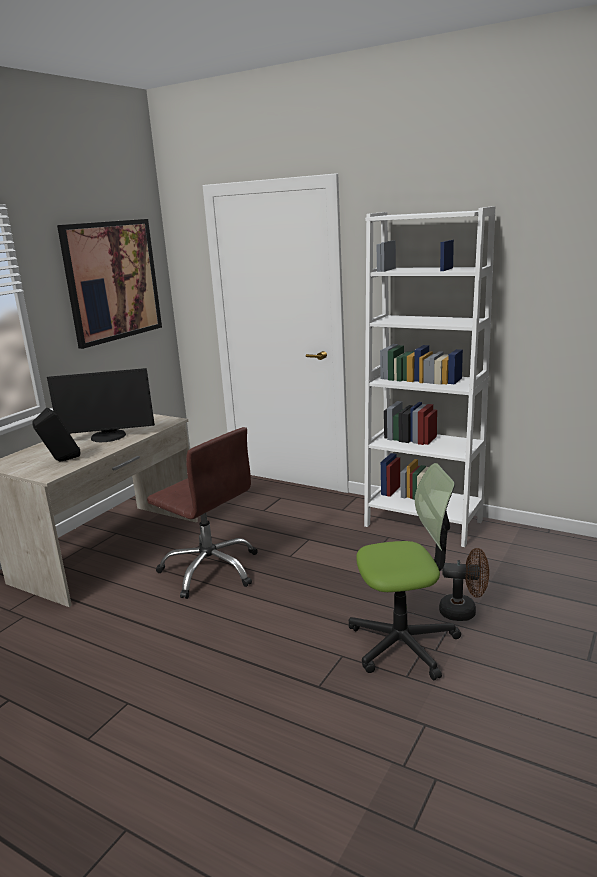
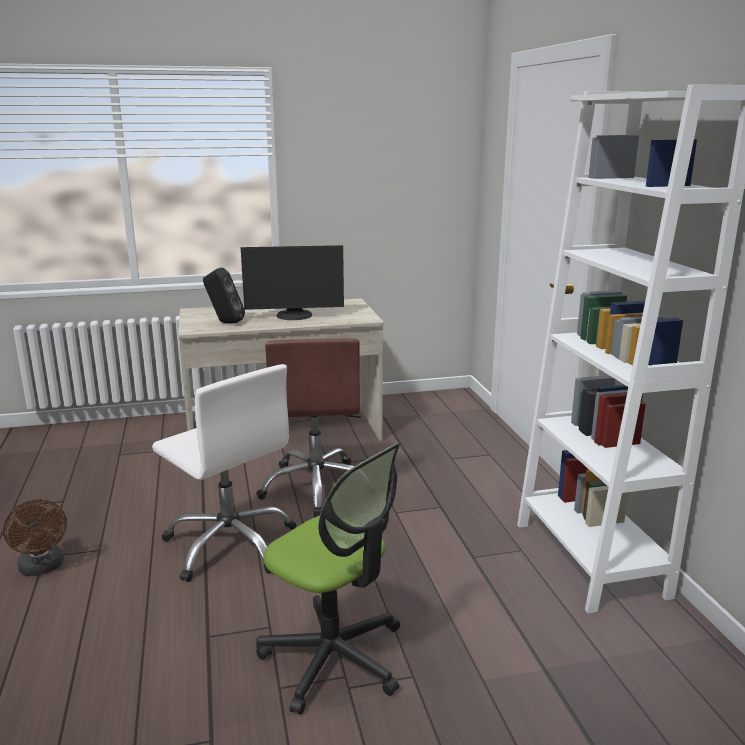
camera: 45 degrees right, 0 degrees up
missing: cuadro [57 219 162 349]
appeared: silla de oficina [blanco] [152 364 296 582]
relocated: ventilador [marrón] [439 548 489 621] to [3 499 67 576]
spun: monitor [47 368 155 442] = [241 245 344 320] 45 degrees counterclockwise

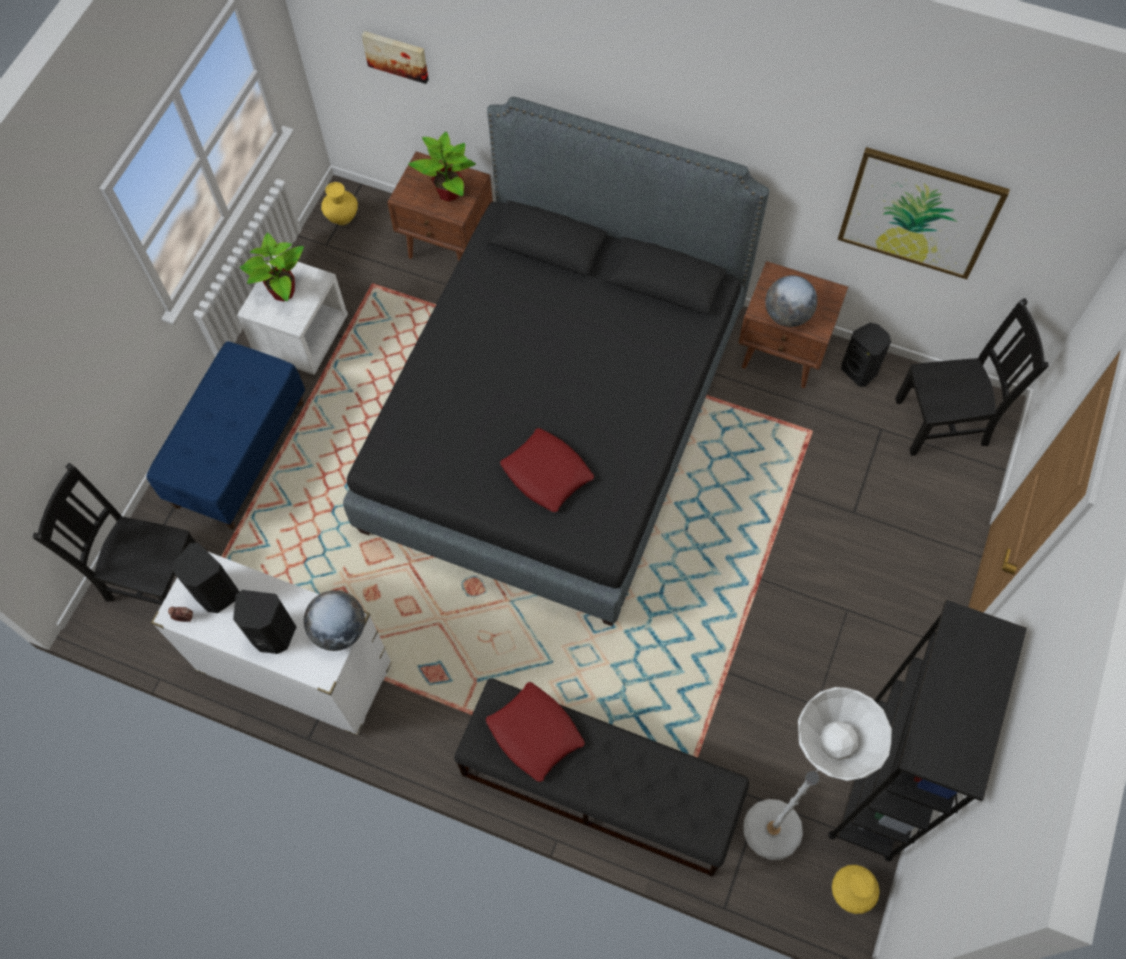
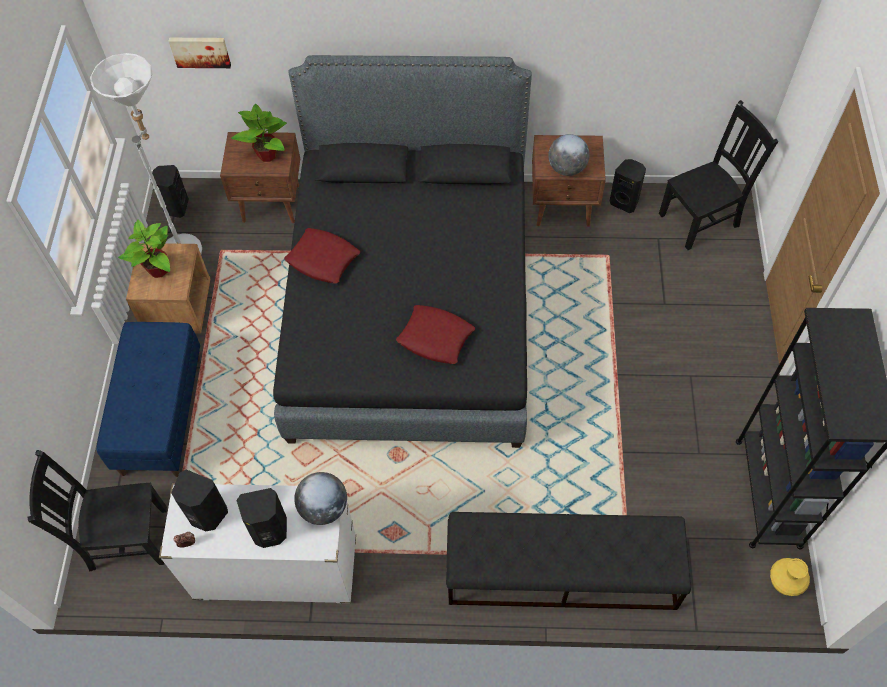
camera: 20 degrees left, 5 degrees down
missing: cuadro [837 147 1010 279]
relocated: cojín [rojo] [486 682 585 782] to [284 228 360 284]; lámpara de pie [blanco] [743 687 892 860] to [90 53 202 253]
exchanged: florero [amarillo] [321 182 358 225] to altavoz [negro] [150 165 189 218]
colour: mesita de noche [blanco] [237 255 348 375] to mesita de noche [marrón] [126 243 210 333]

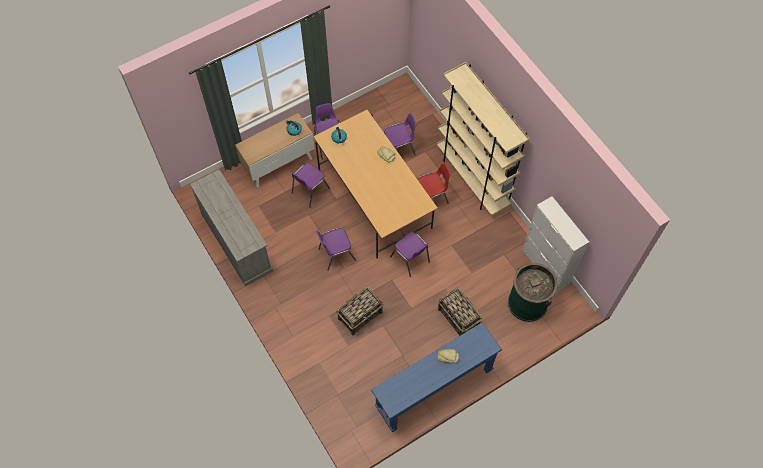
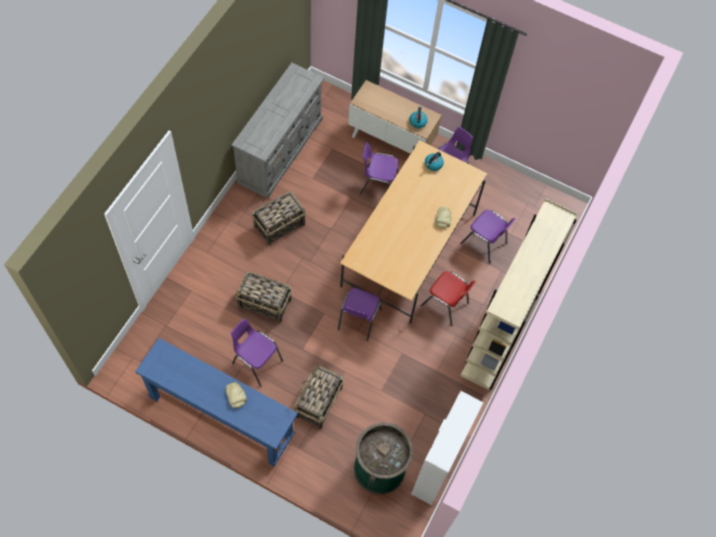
camera: 55 degrees right, 0 degrees up
appeared: cesta [252 191 306 246]
relocated: silla [morado] [316 228 356 271] to [231 319 283 387]

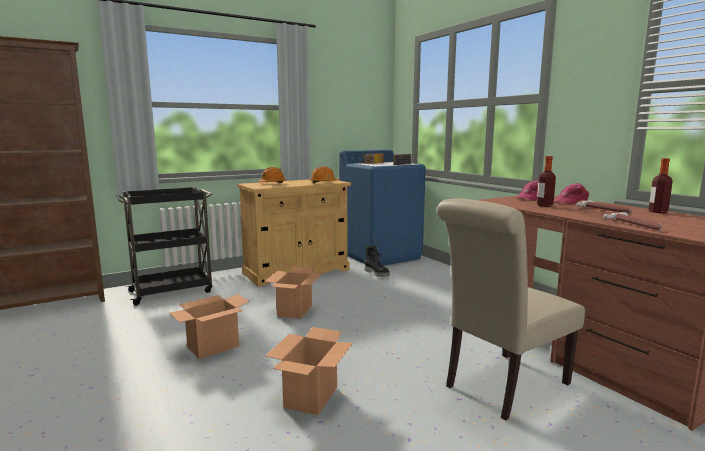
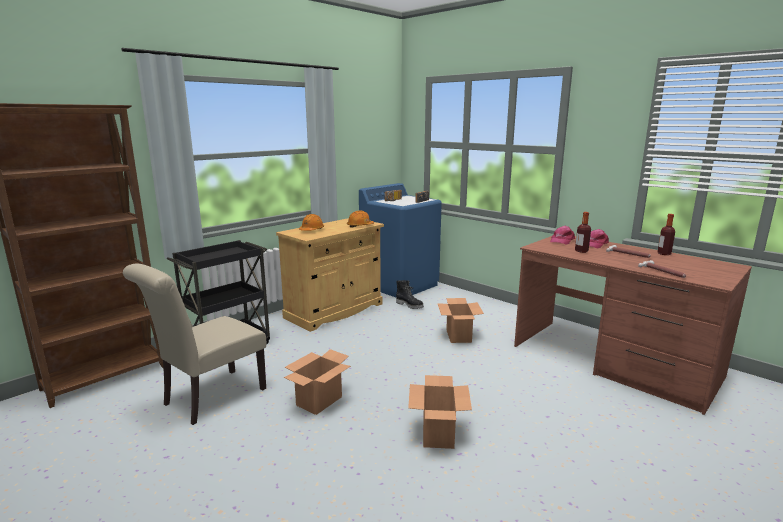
camera: 15 degrees left, 5 degrees up
relocated: caja de cartón [264 267 323 319] to [437 298 484 343]; silla [beis] [437 198 585 421] to [123 264 266 425]

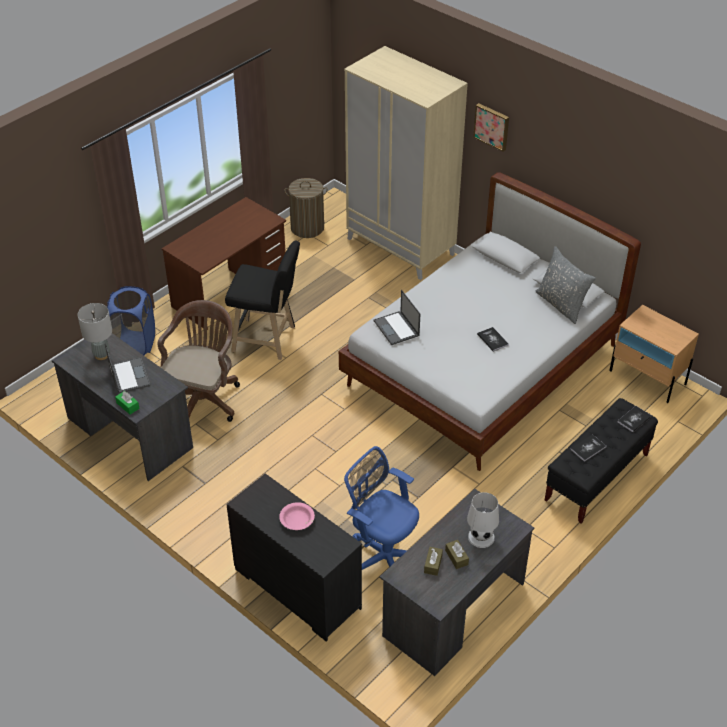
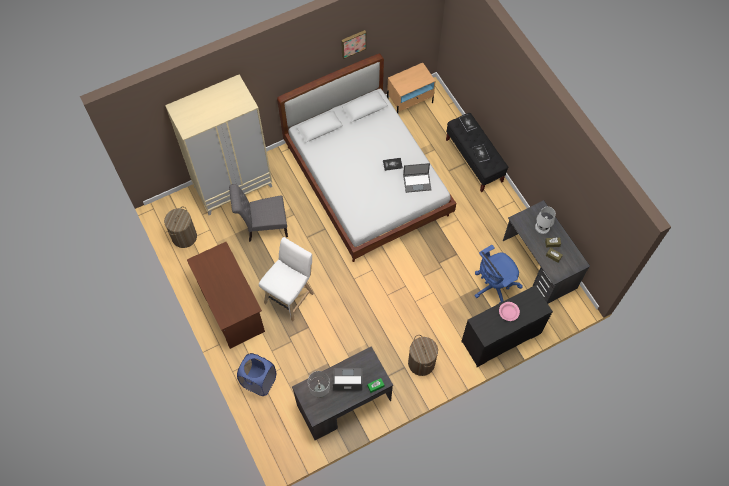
camera: 70 degrees left, 20 degrees up
missing: silla de oficina [marrón] [158 300 240 422]; cojín [gris] [536 246 596 324]
appeared: silla [gris] [229 184 288 242]; cesto de la ropa [408 335 438 376]
relocated: portátil [374 290 420 345] to [403 163 431 193]; cuadro [473 103 509 152] to [341 30 366 59]
colour: taburete [negro] [225 240 300 360] to taburete [blanco] [259 237 314 321]

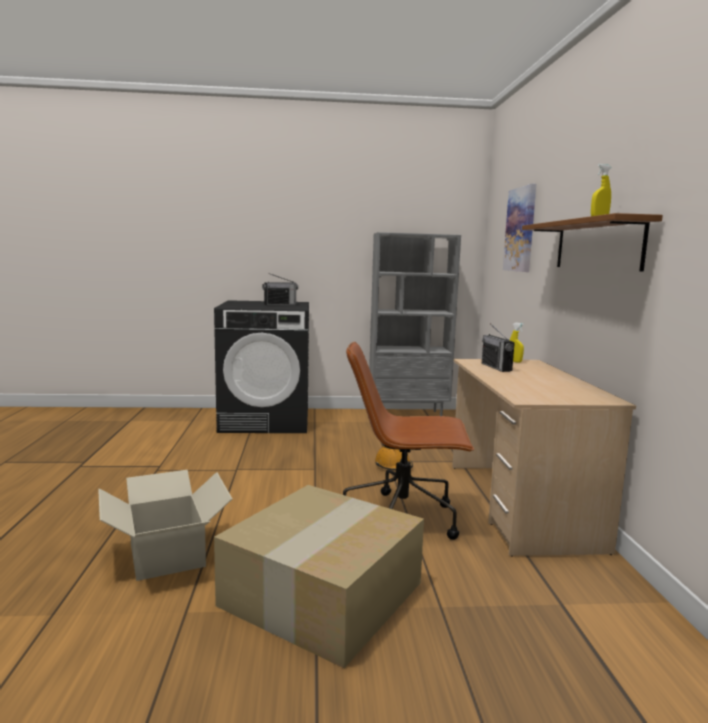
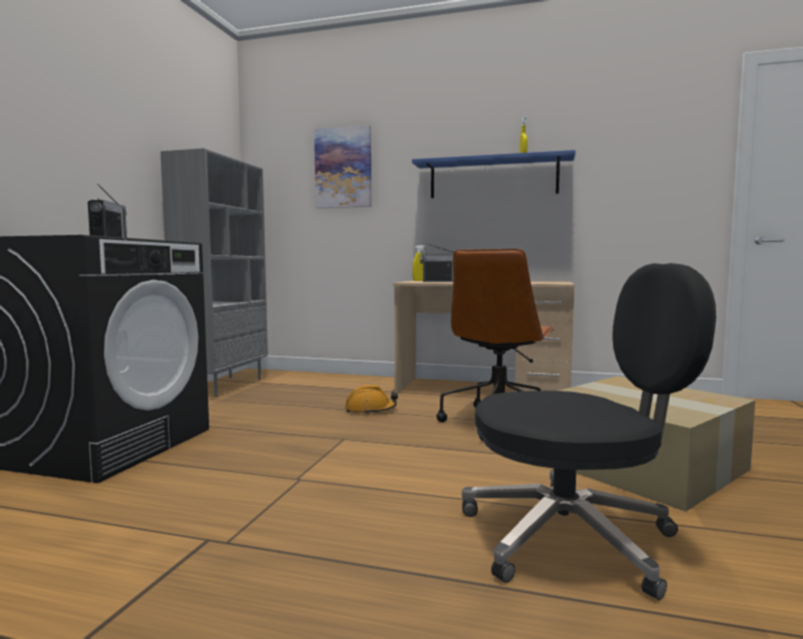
camera: 70 degrees left, 5 degrees down
exchanged: caja de cartón [98 470 232 581] to silla de oficina [negro] [462 263 716 600]
colour: estante [marrón] [522 213 663 272] to estante [azul] [412 150 576 198]

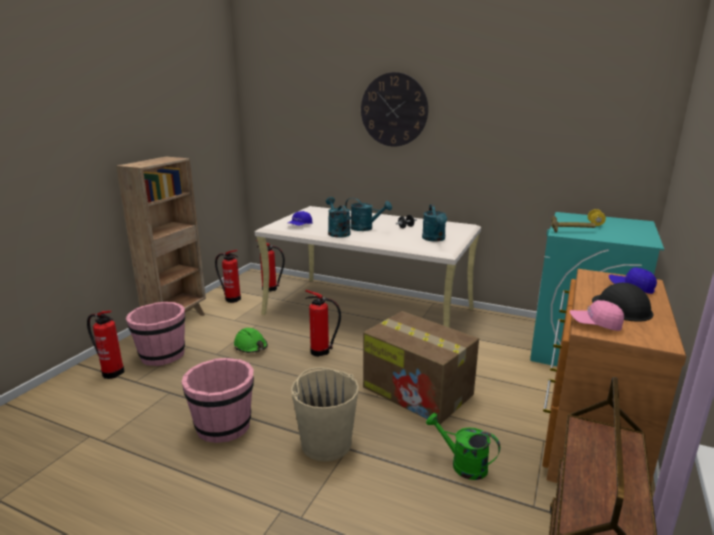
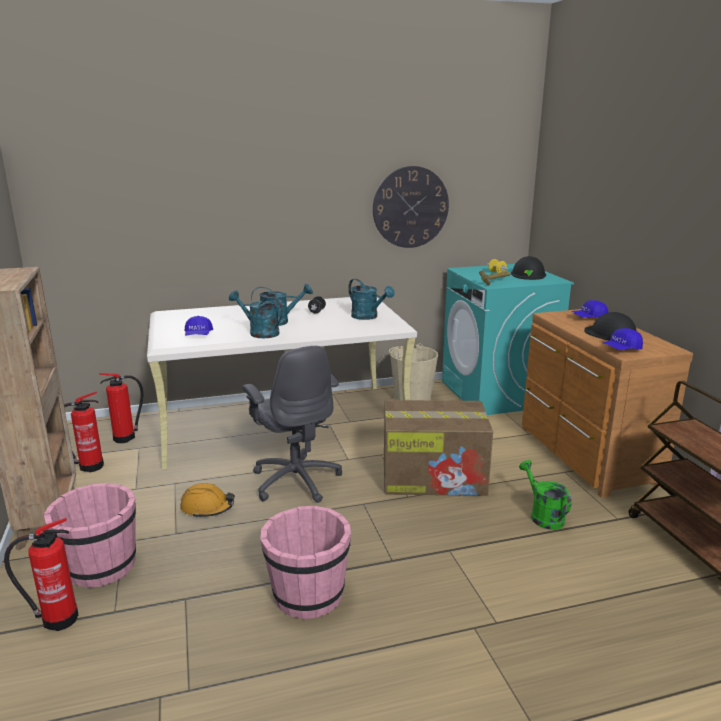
camera: 40 degrees left, 0 degrees up
appeared: casco [negro] [511 256 546 280]
relocated: cubo [beis] [291 367 359 462] to [389 344 438 400]; reloj de pared [361 72 428 147] to [373 166 449 248]
exchanged: extintor [305 290 341 357] to silla de oficina [gris] [242 346 342 503]
colour: casco [verde] [234 328 268 353] to casco [naranja] [180 483 235 518]; gorra [rosa] [570 300 624 331] to gorra [azul] [603 328 643 350]
spun: regadera [verde] [426 413 500 480] = [519 460 571 530] 75 degrees clockwise

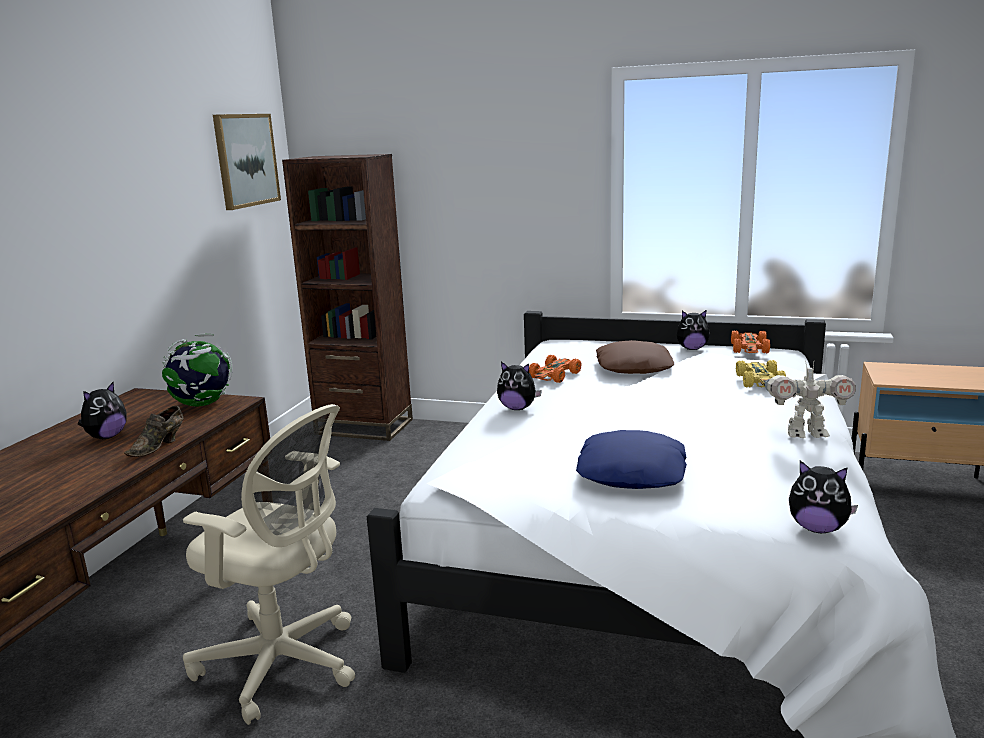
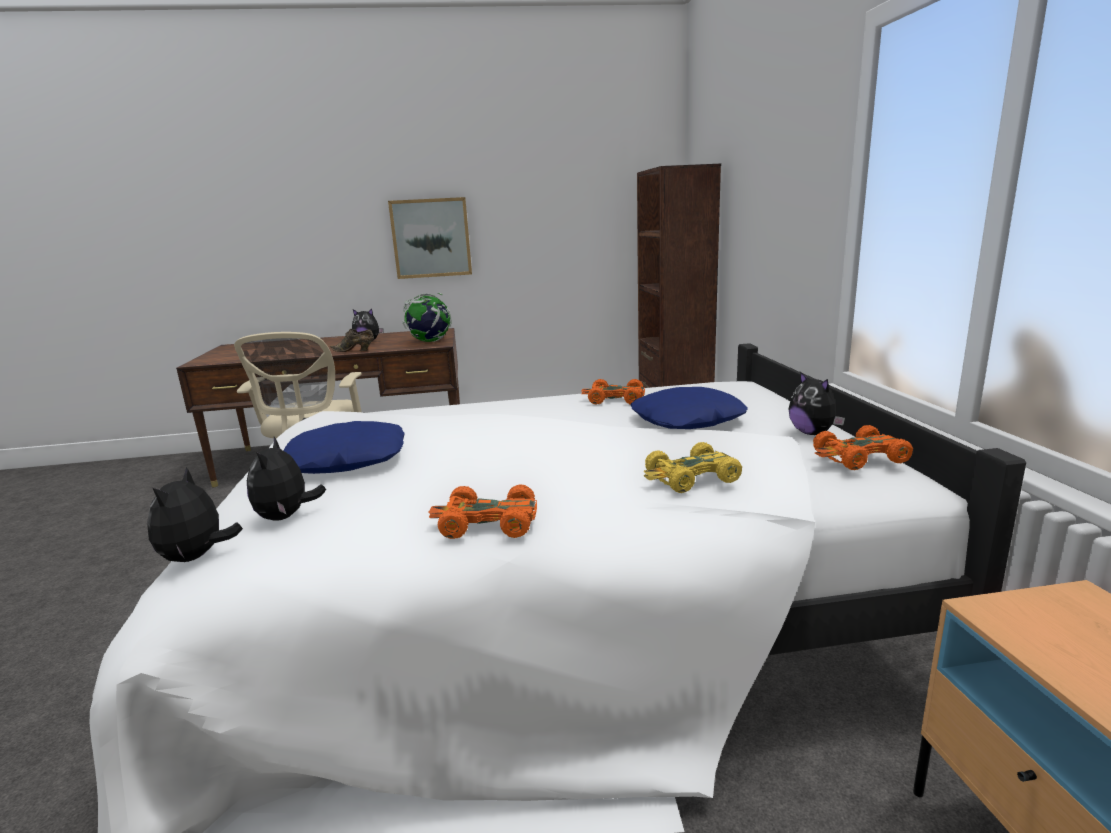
camera: 65 degrees right, 0 degrees up
relocated: cuadro [213 114 281 210] to [388 197 472 279]; peluche [497 362 542 410] to [247 437 326 521]
exchanged: robot de juguete [765 363 856 438] to coche de juguete [naranja] [429 484 537 539]
colour: cojín [marrón] [596 340 674 374] to cojín [azul] [631 387 748 429]

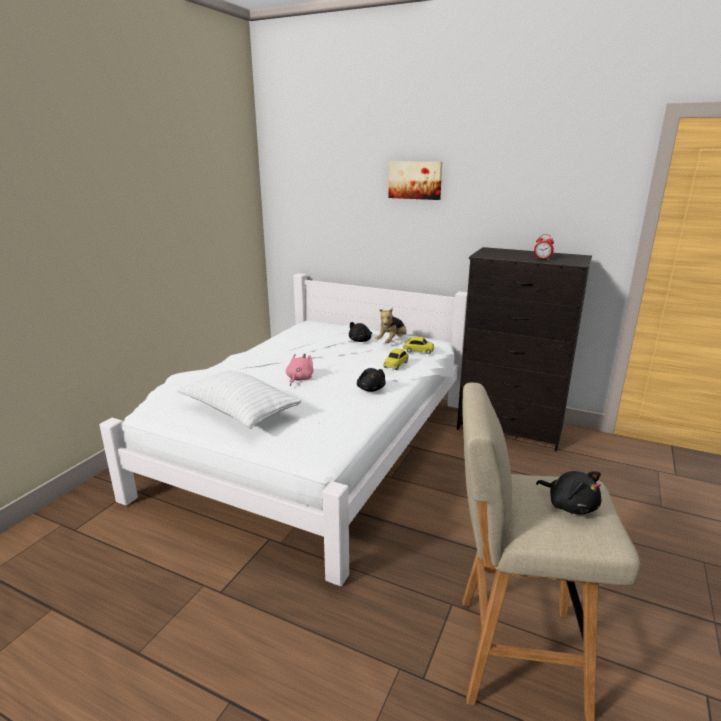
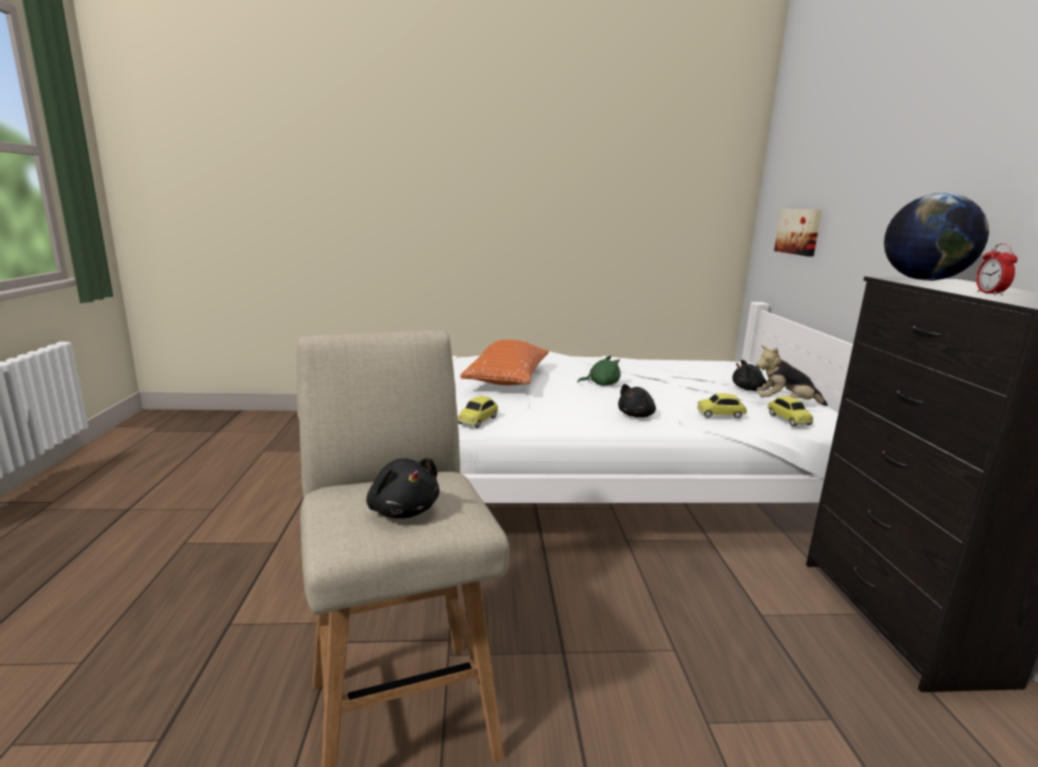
camera: 60 degrees right, 5 degrees down
appeared: coche de juguete [458 396 498 428]; globo terráqueo [884 193 989 281]
relocated: cuadro [388 161 442 200] to [774 209 822 257]
colour: cojín [blanco] [177 370 302 429] to cojín [naranja] [460 340 549 385]; peluche [rosa] [286 353 314 386] to peluche [verde] [577 356 621 386]
spun: peluche [negro] [536 471 601 515] = [366 458 439 518] 60 degrees counterclockwise

